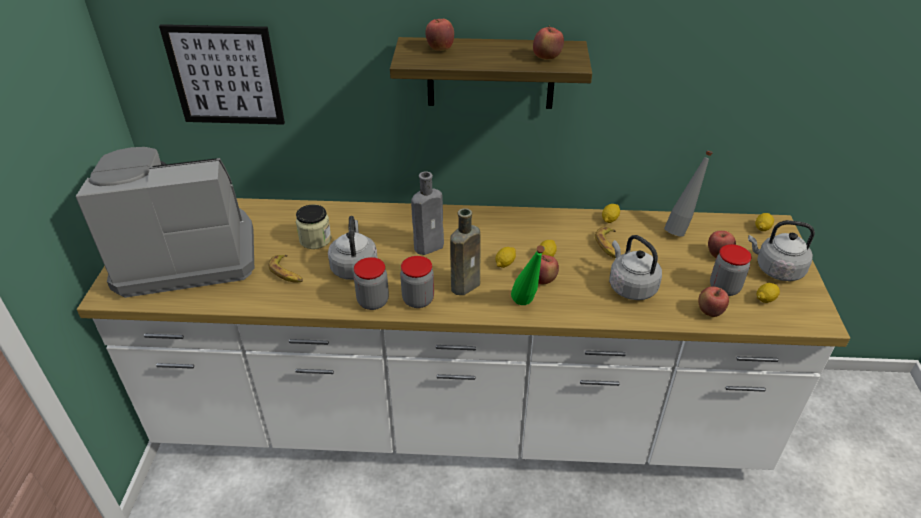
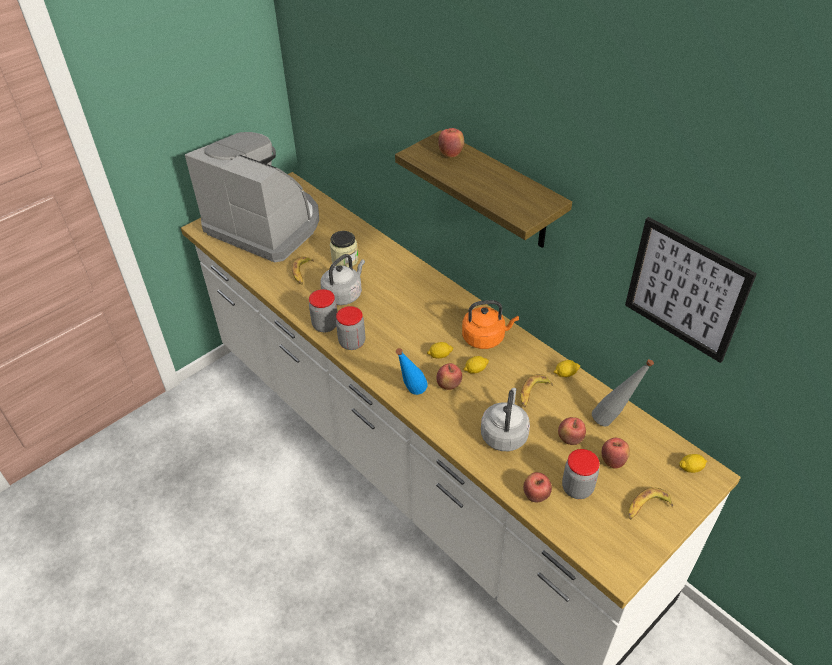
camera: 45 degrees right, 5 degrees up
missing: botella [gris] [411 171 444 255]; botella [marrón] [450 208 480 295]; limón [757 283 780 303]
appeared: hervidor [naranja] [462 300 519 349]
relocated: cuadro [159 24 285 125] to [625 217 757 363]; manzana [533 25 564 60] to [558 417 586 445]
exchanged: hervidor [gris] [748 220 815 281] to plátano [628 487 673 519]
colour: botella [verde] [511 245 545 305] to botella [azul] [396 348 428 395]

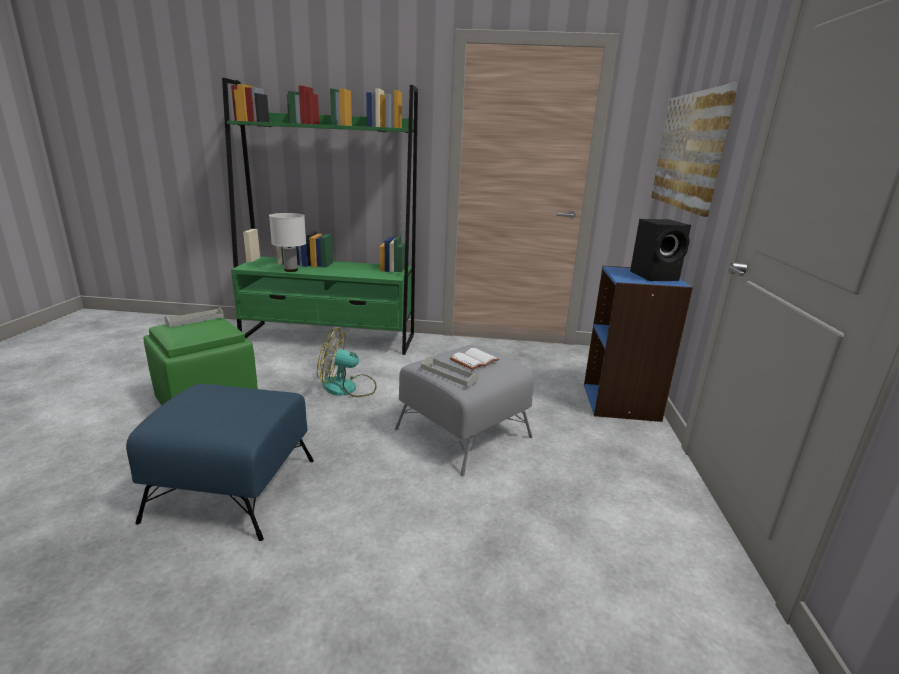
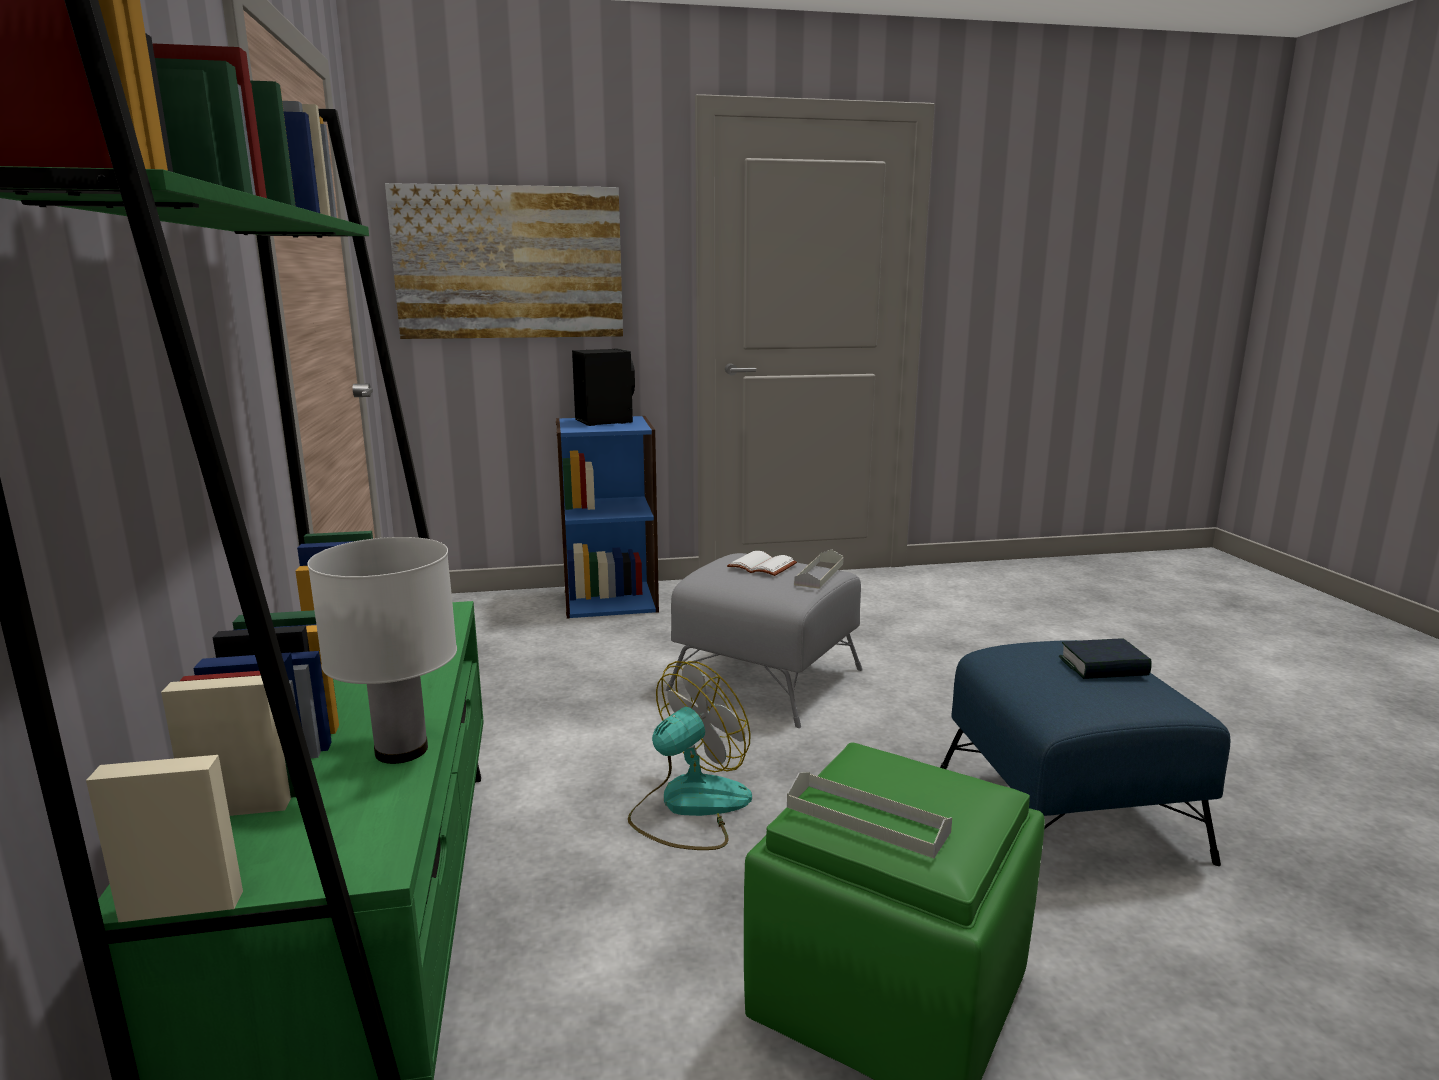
camera: 105 degrees left, 5 degrees down
appeared: libro [1059 639 1152 679]
spun: ventilador [317 328 377 397] = [628 661 752 850] 120 degrees counterclockwise

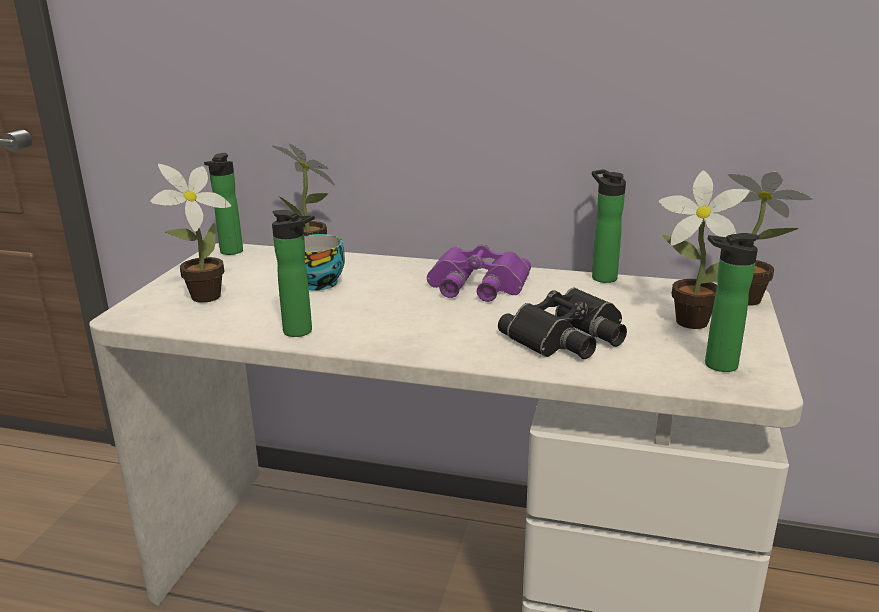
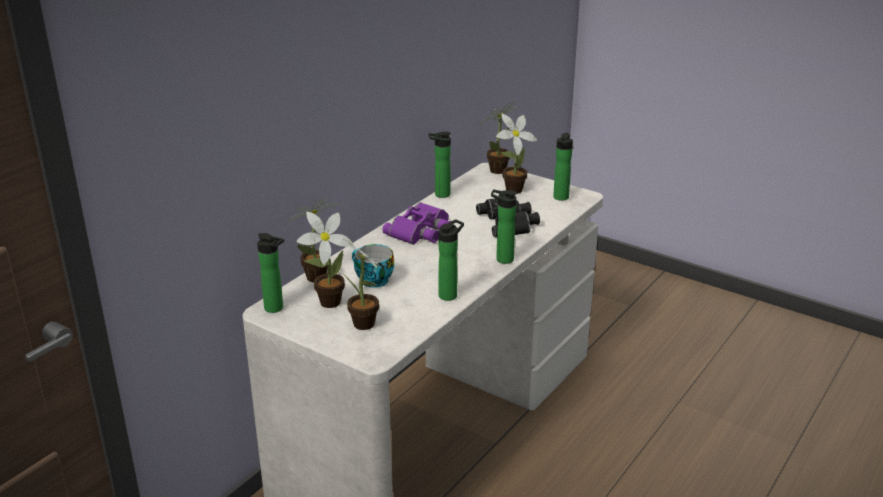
camera: 70 degrees left, 5 degrees up
appeared: planta en maceta [296 212 354 308]; botella [491 189 517 264]

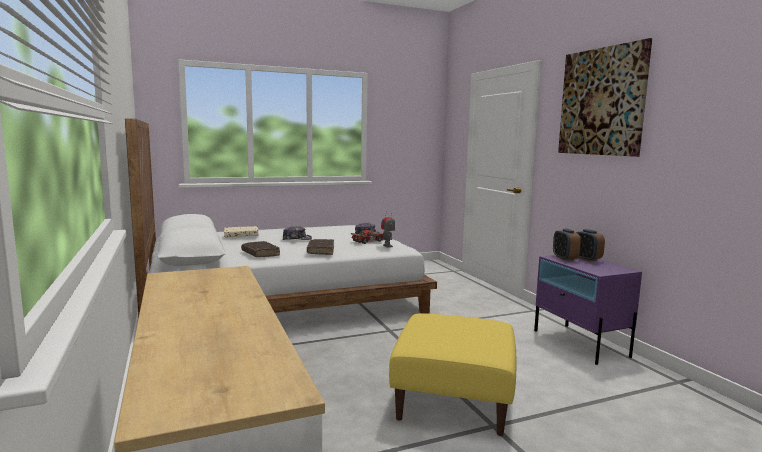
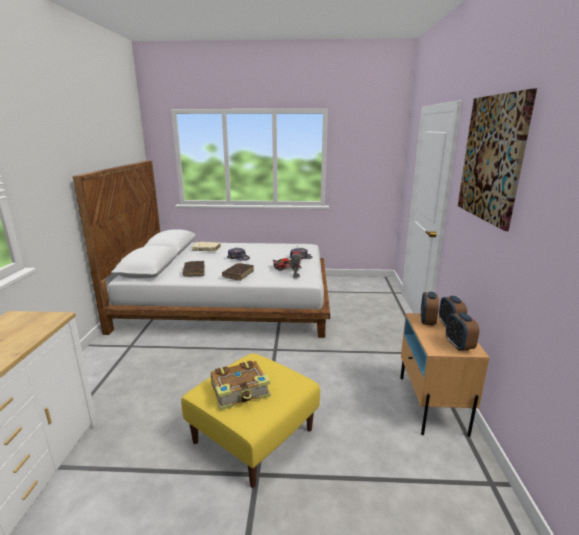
camera: 25 degrees right, 10 degrees up
appeared: libro [211 361 271 410]; despertador [446 312 479 351]
colour: mesita de noche [morado] [534 255 642 365] to mesita de noche [beis] [400 313 490 437]

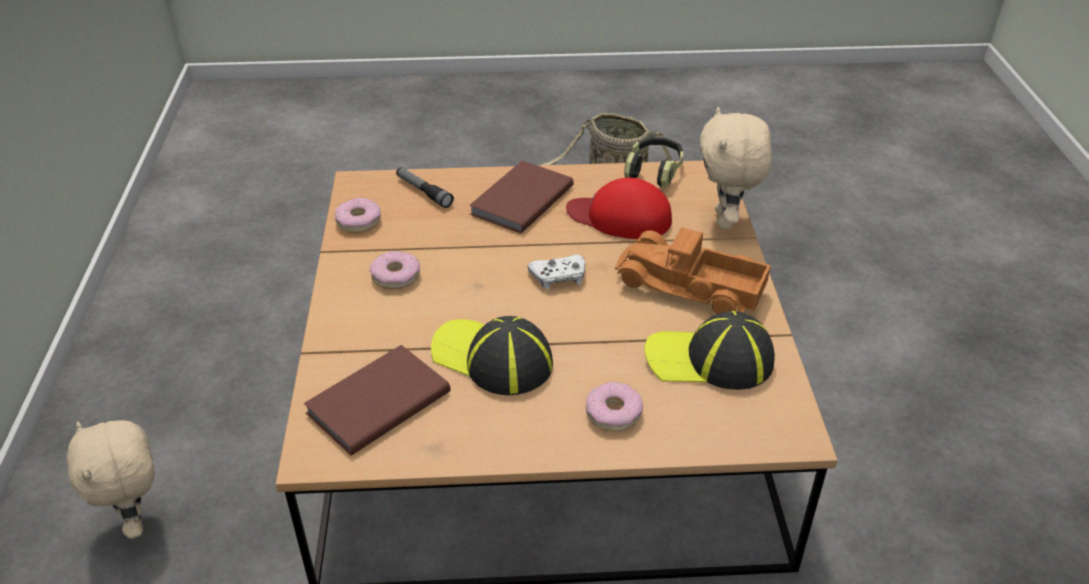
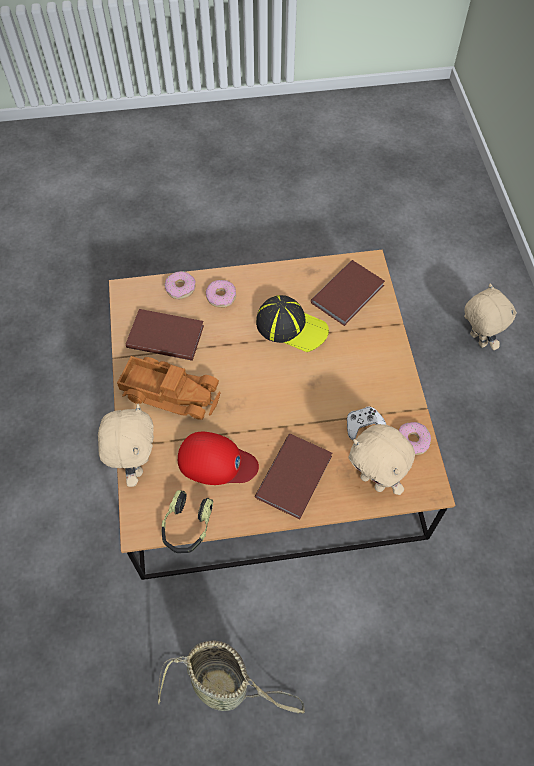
camera: 175 degrees right, 20 degrees up
relocated: rosquilla [370 251 420 289] to [165 271 196 299]; mando de consola [blanco] [528 255 585 290] to [347 406 386 440]
exchanged: linterna [396 167 454 208] to peluche [beis] [348 424 415 495]; gorra [644 311 775 390] to libro [marrón] [126 309 204 361]

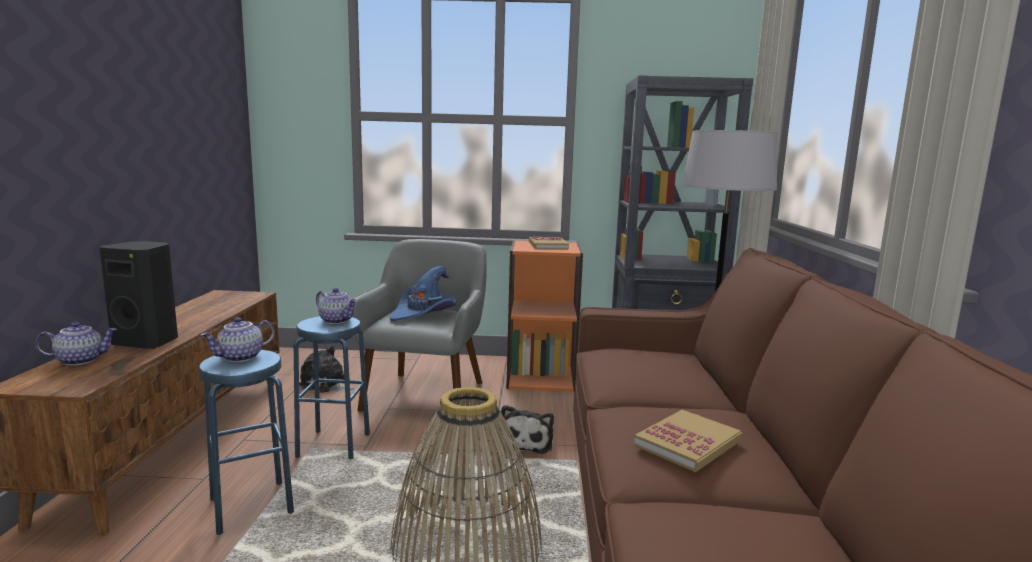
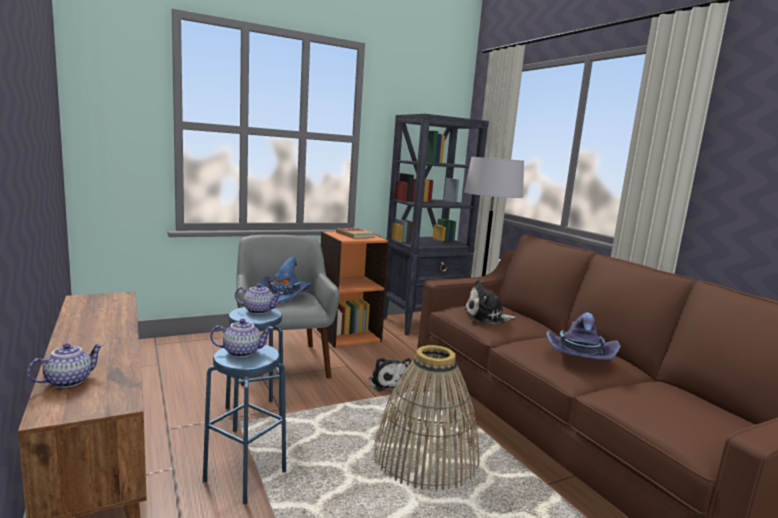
camera: 30 degrees left, 0 degrees up
missing: altavoz [negro] [99 241 178 349]
relocated: peluche [299 345 355 393] to [464 280 517 324]
exchanged: libro [634 410 742 472] to sombrero [morado] [547 313 621 360]
spun: tetera [201 317 275 362] = [210 319 273 357] 120 degrees counterclockwise

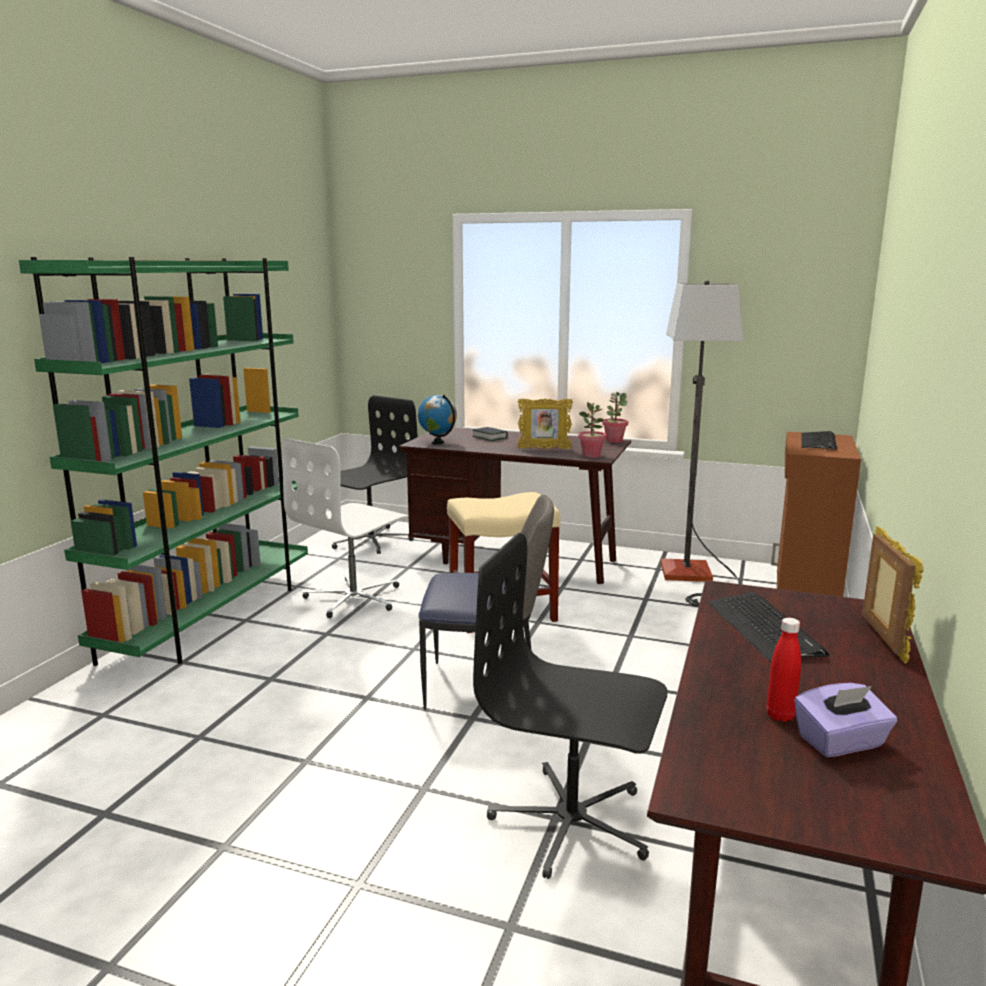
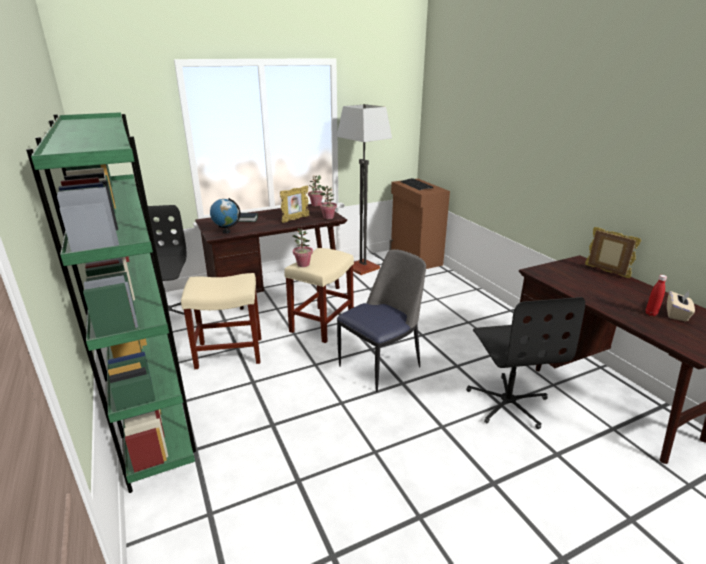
camera: 45 degrees left, 10 degrees up
missing: teclado [708 592 830 662]
appeared: planta en maceta [293 228 313 267]
exchanged: silla de oficina [blanco] [282 438 408 618] to taburete [beis] [181 273 261 369]
colour: caja de pañuelos [morado] [794 683 897 757] to caja de pañuelos [beis] [667 291 695 321]
spun: silla de oficina [negro] [473 533 668 879] = [466 297 585 429] 75 degrees counterclockwise

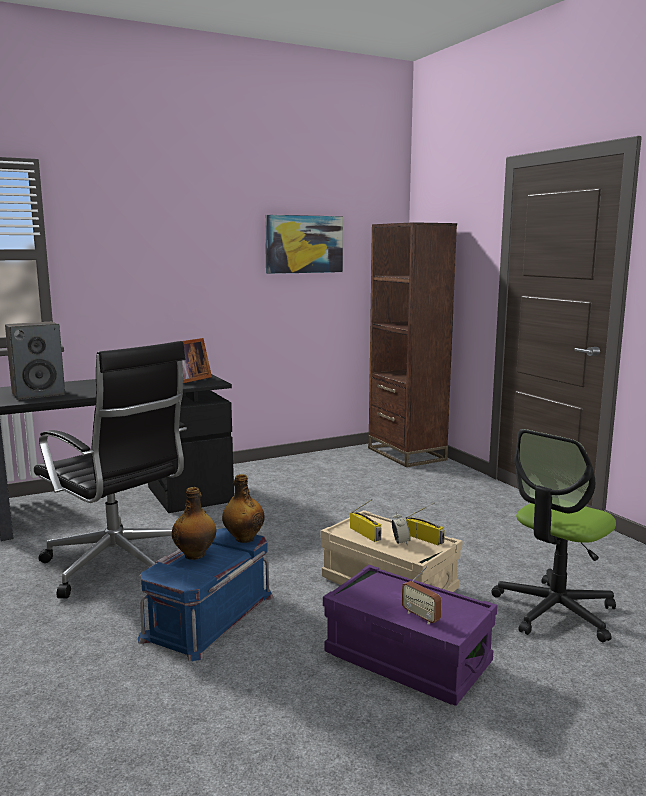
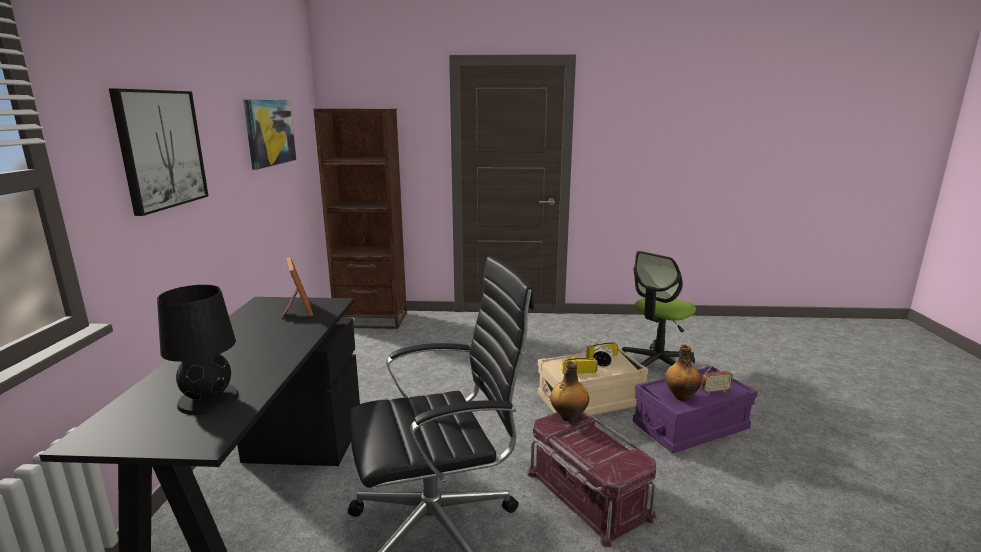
camera: 60 degrees left, 5 degrees up
appeared: cuadro [109 88 208 216]
relocated: botella [172 487 217 560] to [665 345 701 401]
exchanged: altavoz [5 322 65 400] to lámpara de mesa [negro] [157 285 239 415]
colour: caja de almacenaje [azul] [138 528 274 661] to caja de almacenaje [rojo] [527 412 657 548]
spun: silla de oficina [491 429 616 642] = [622 251 696 367] 60 degrees clockwise

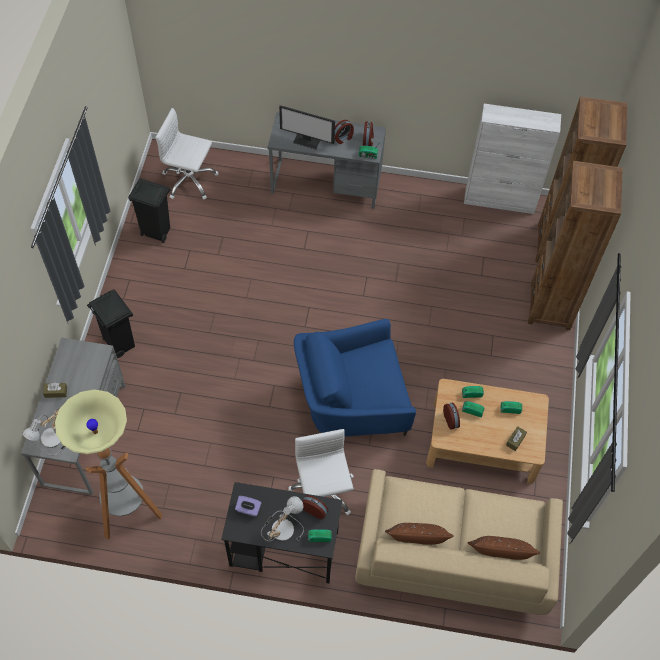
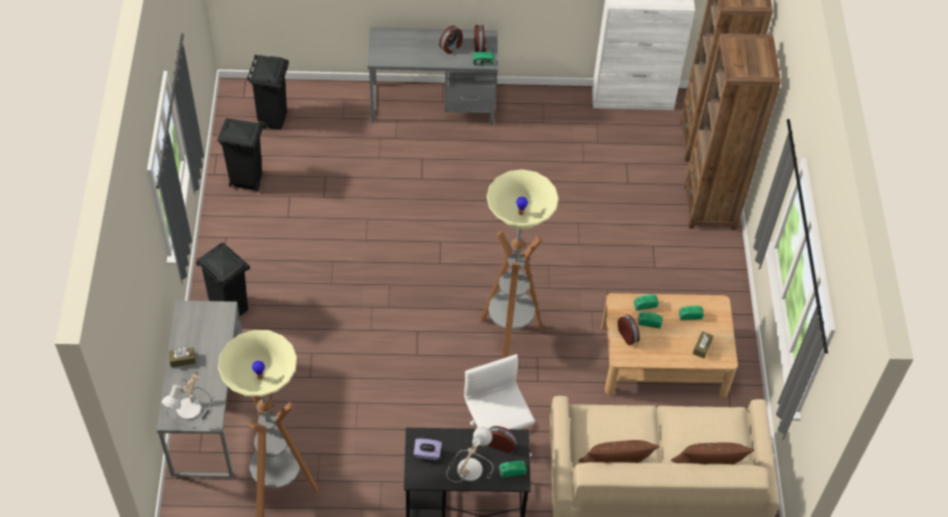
camera: 10 degrees left, 5 degrees down
missing: monitor [279 105 335 150]
exchanged: silla de oficina [blanco] [155 108 218 200] to papelera [negro] [247 55 289 130]; sillón [azul] [294 319 416 436] to lámpara de pie [479 169 559 359]

